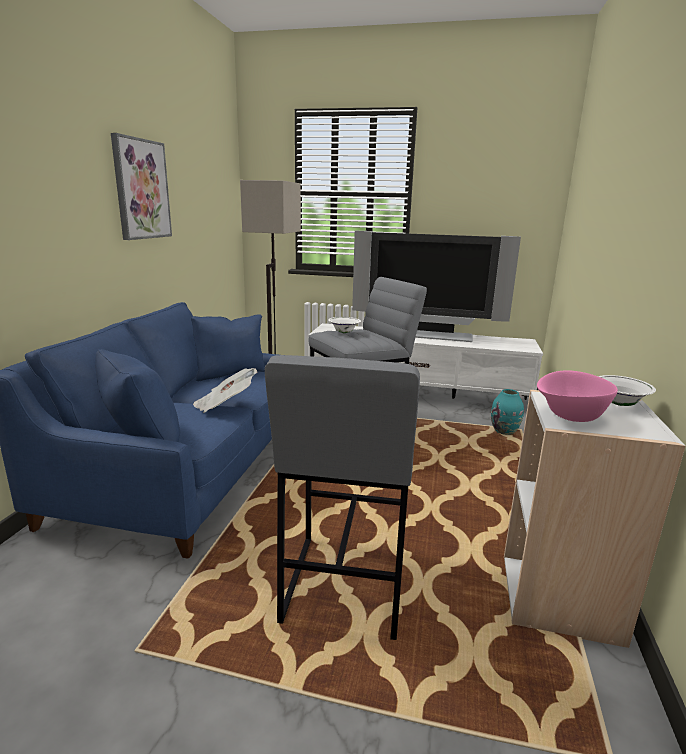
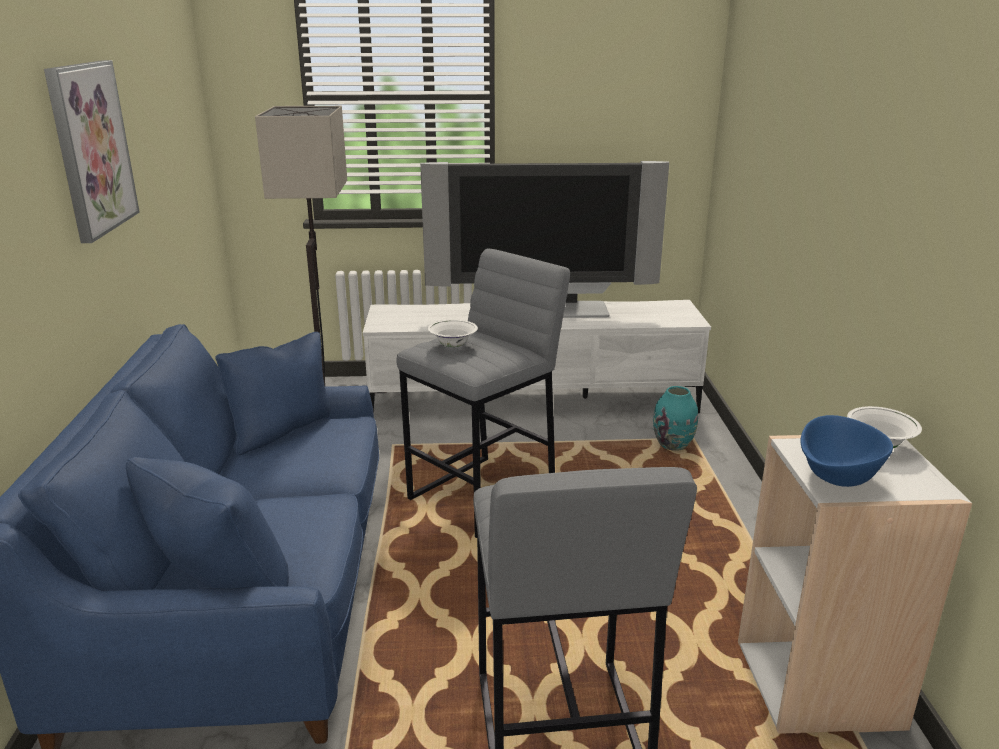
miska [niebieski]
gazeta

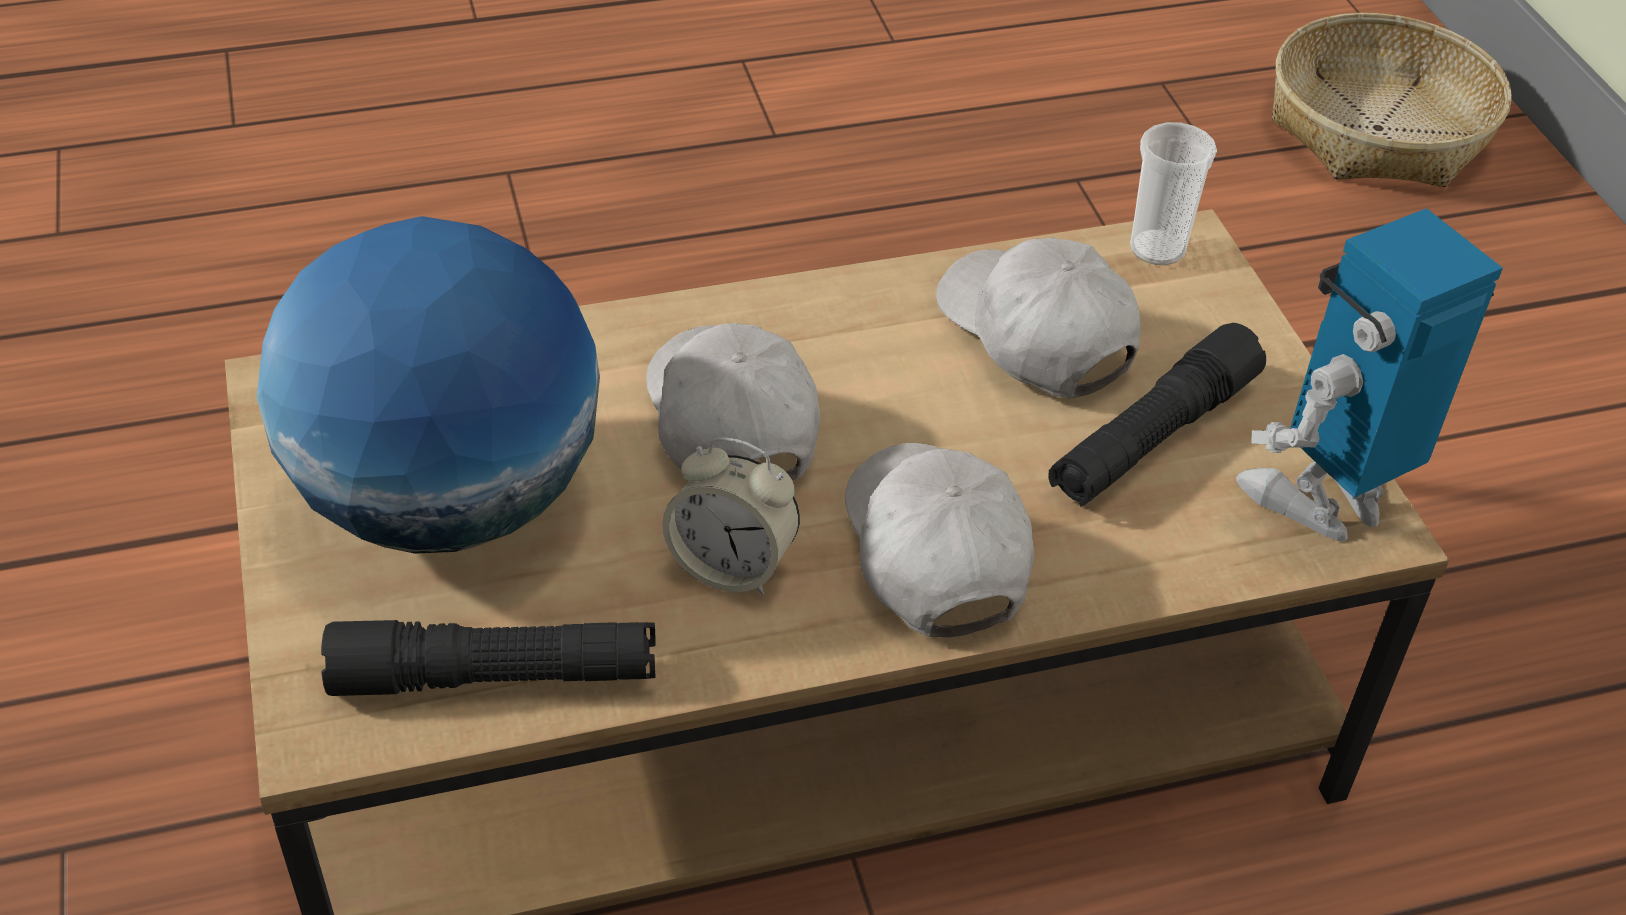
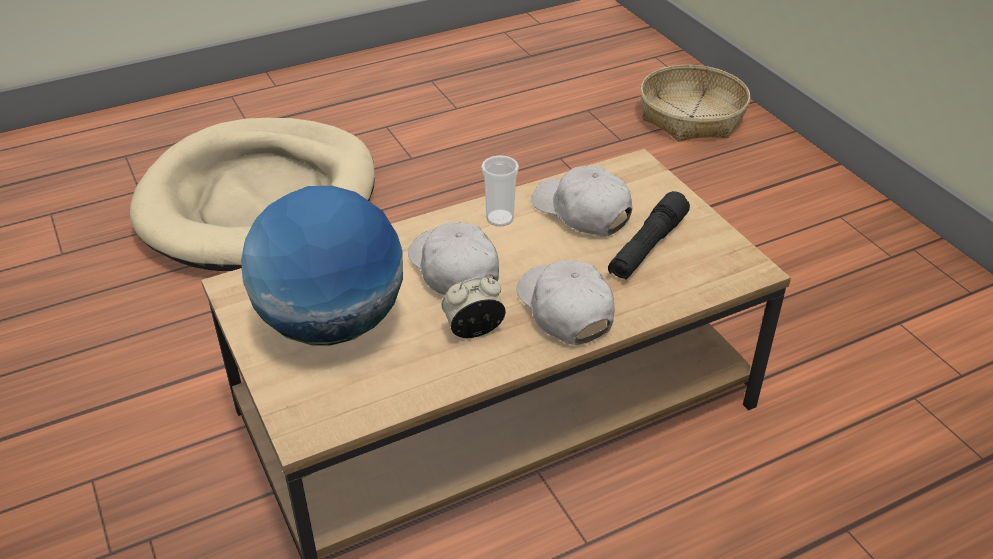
legowisko [beżowy]
budzik
filiżanka
latarka [czarny] (no. 1 from left in the first image)
robot zabawkowy

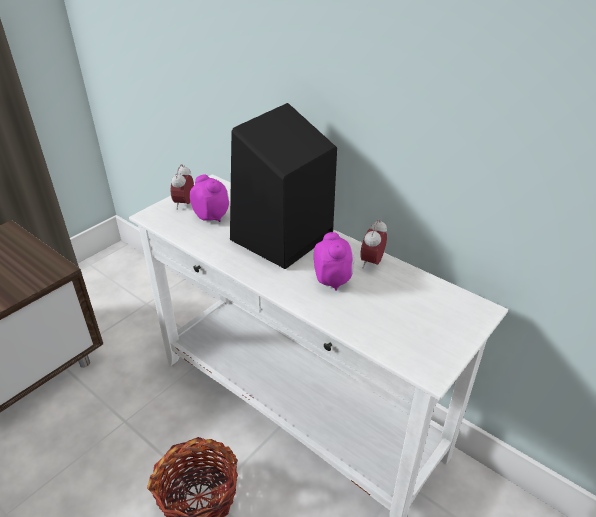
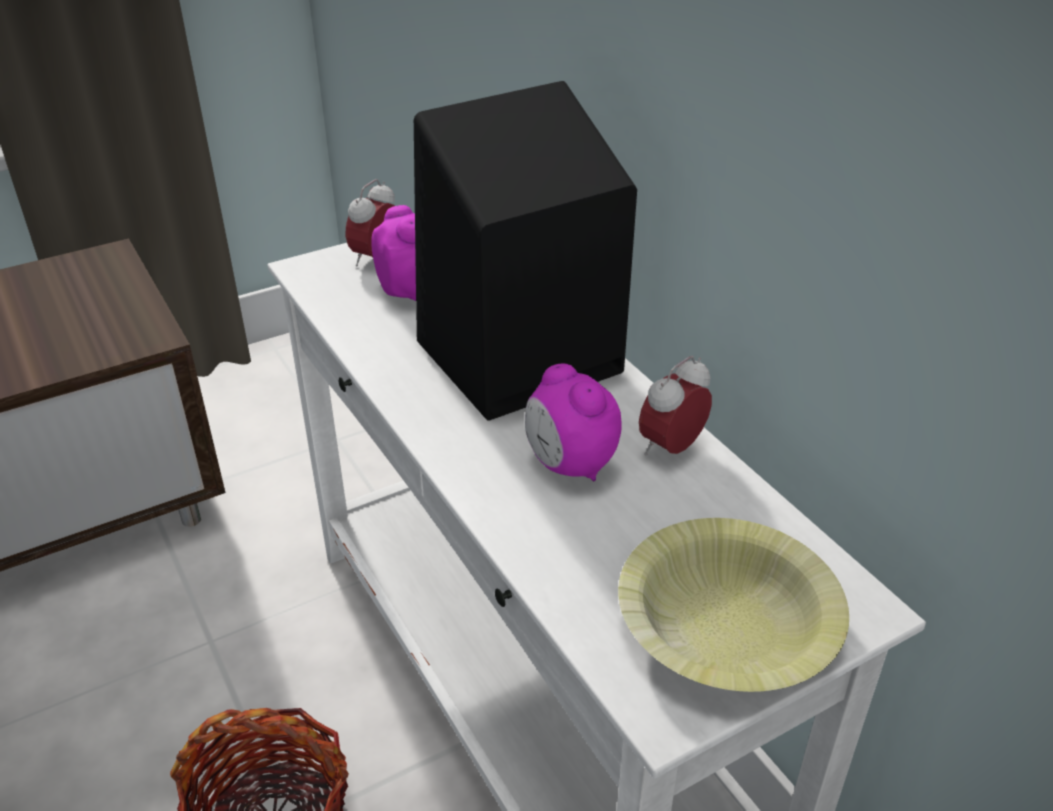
budzik (no. 3 from left)
miska [żółty]

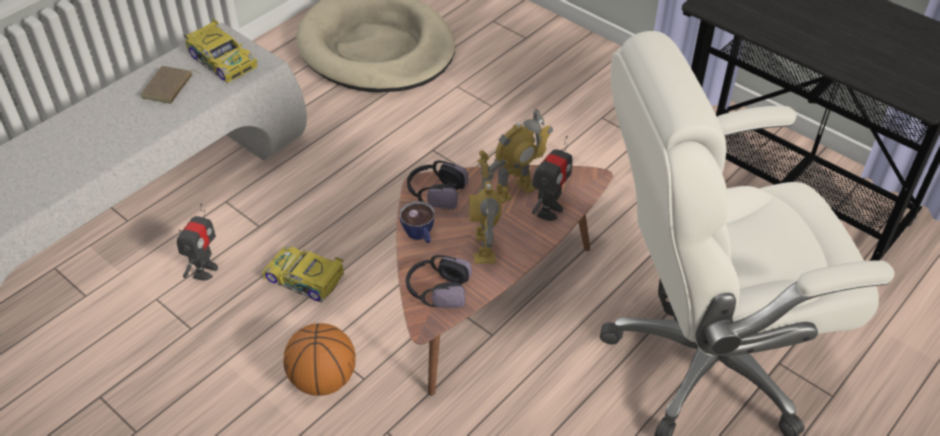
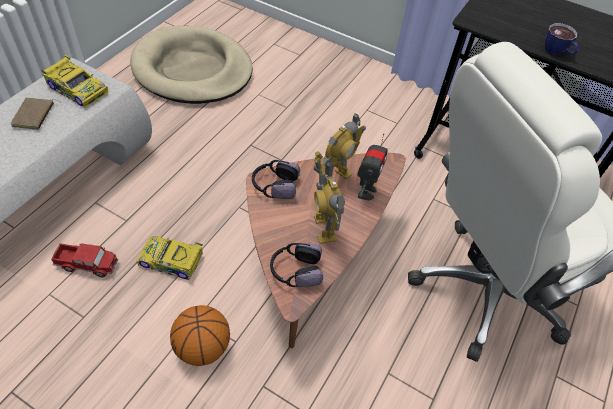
ciężarówka zabawkowa
filiżanka

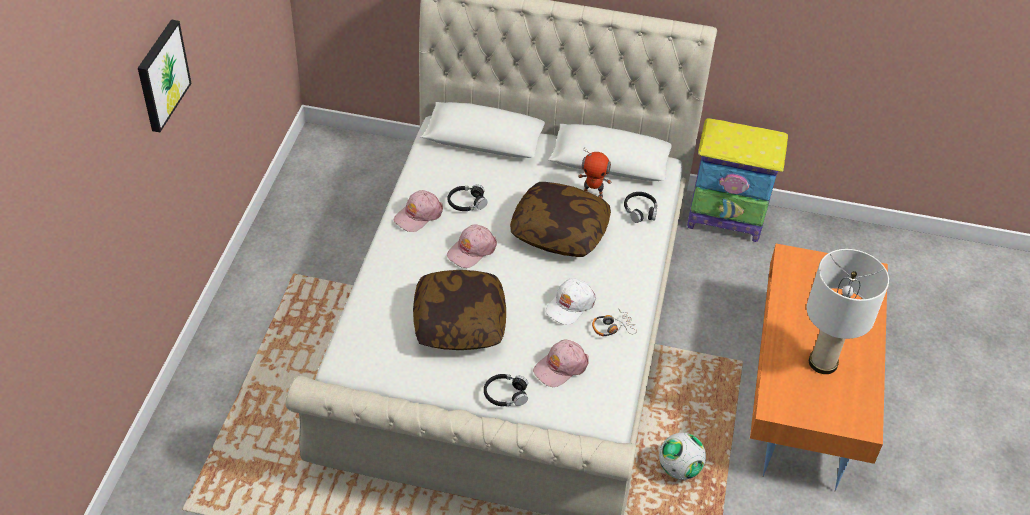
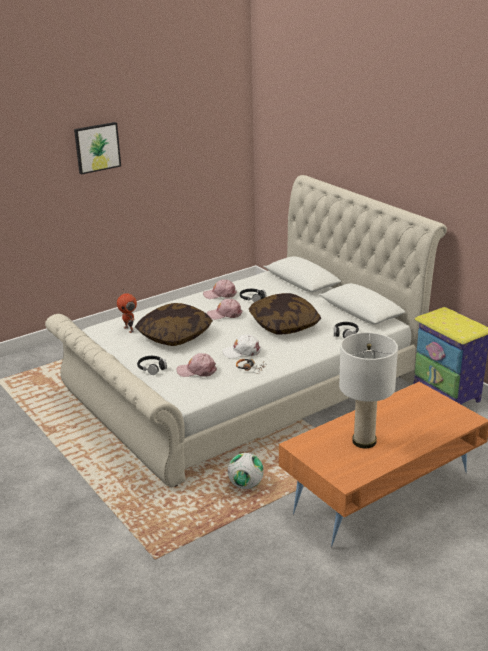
robot zabawkowy

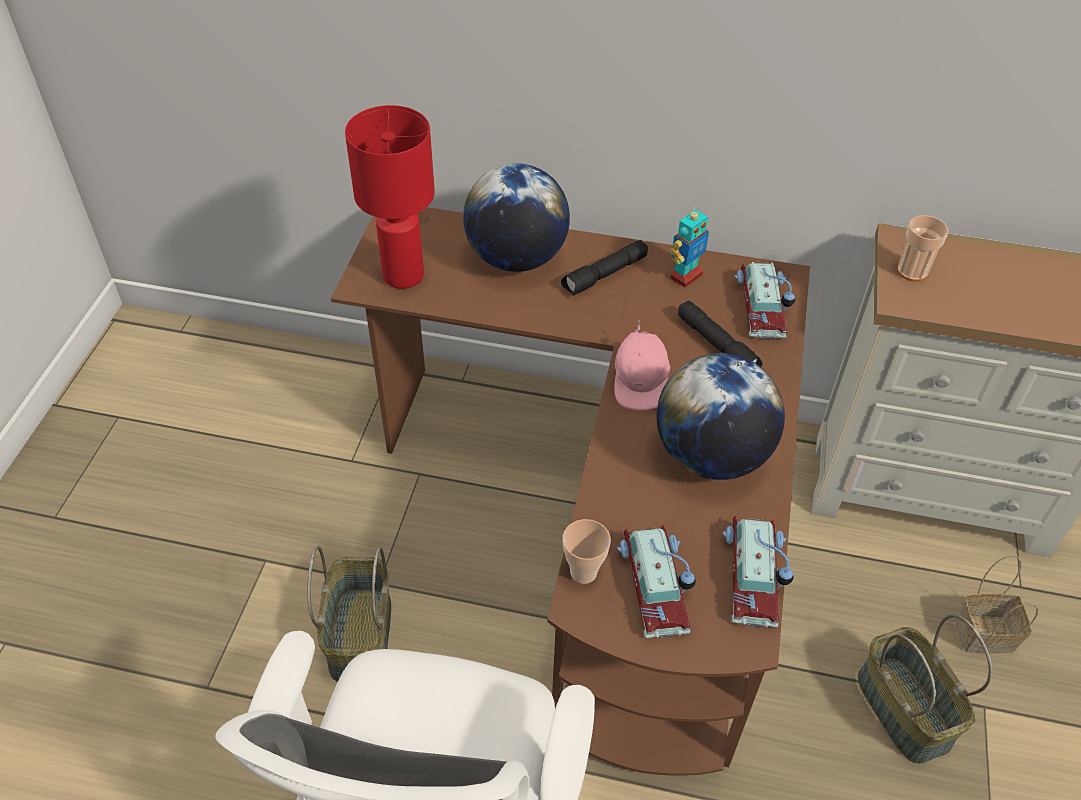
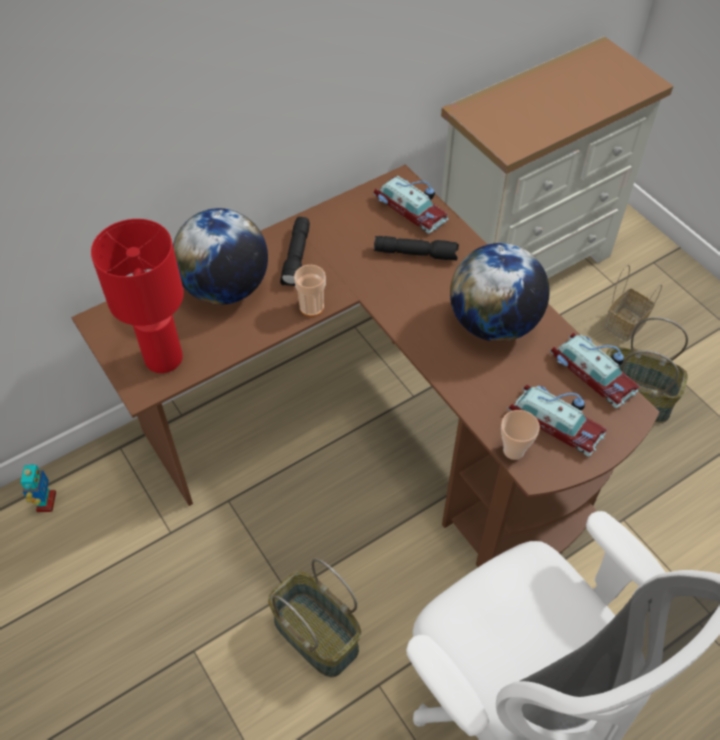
robot zabawkowy
filiżanka (no. 1 from left)
czapka z daszkiem [różowy]

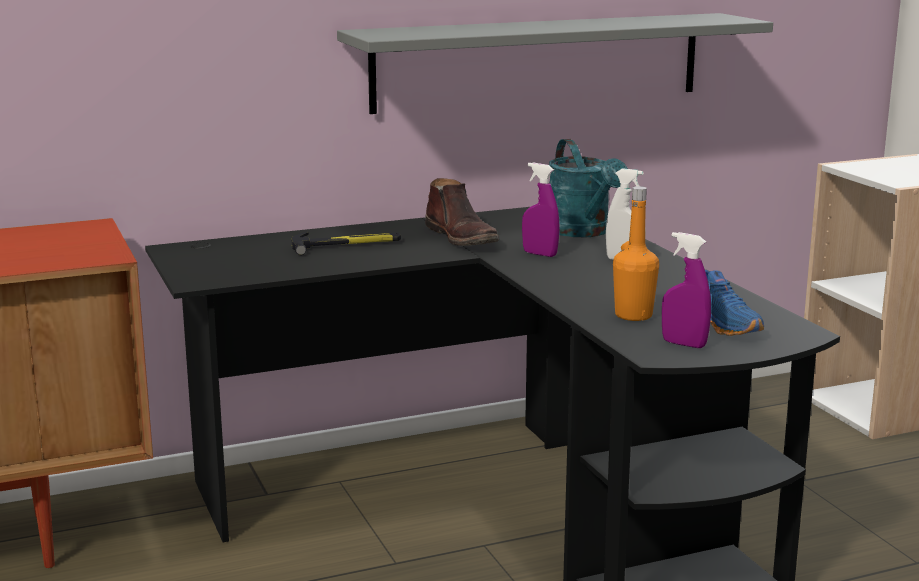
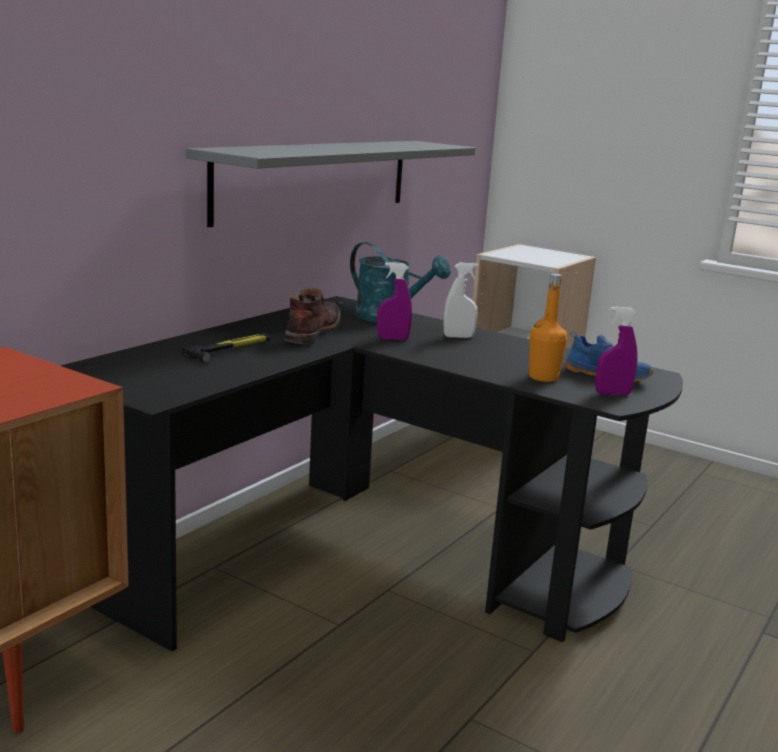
but z cholewką [brązowy]

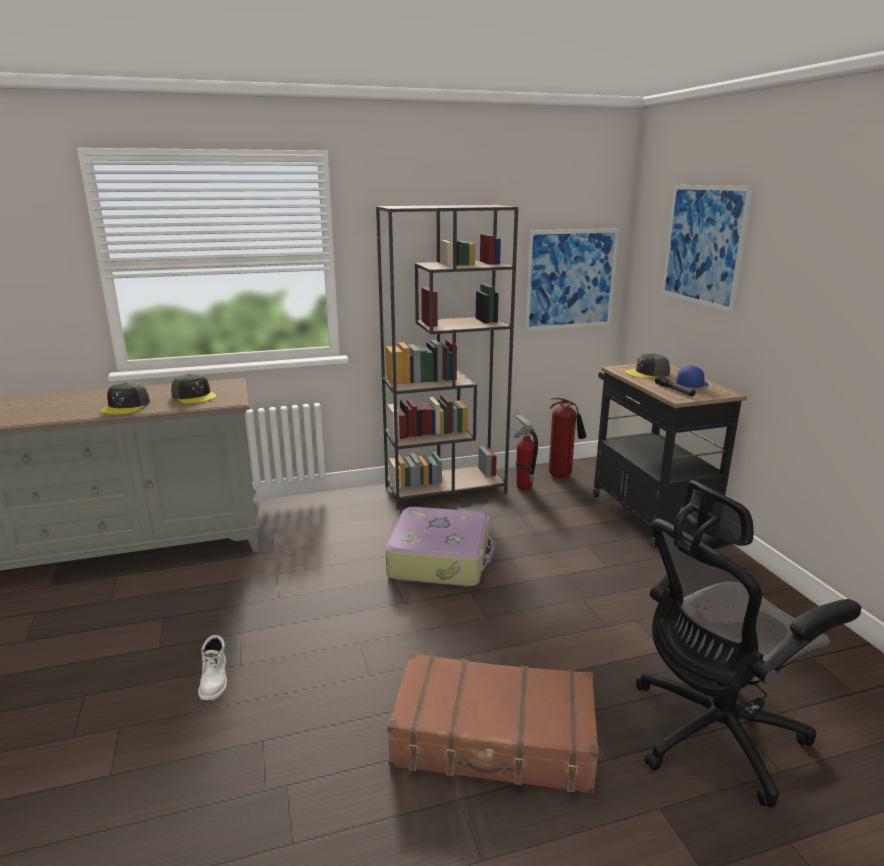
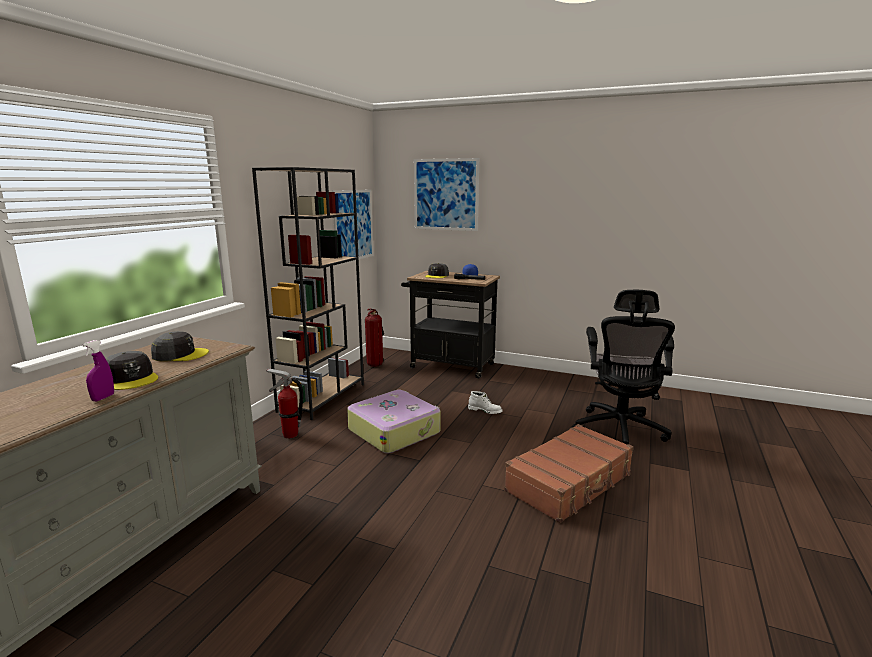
spryskiwacz [fioletowy]
gaśnica (no. 1 from left)
but z cholewką [biały]

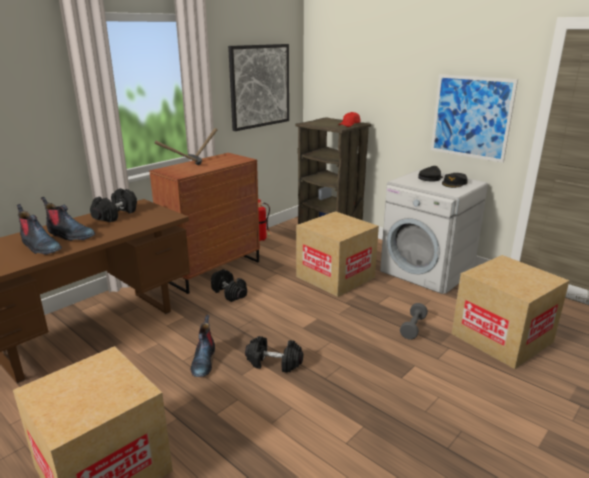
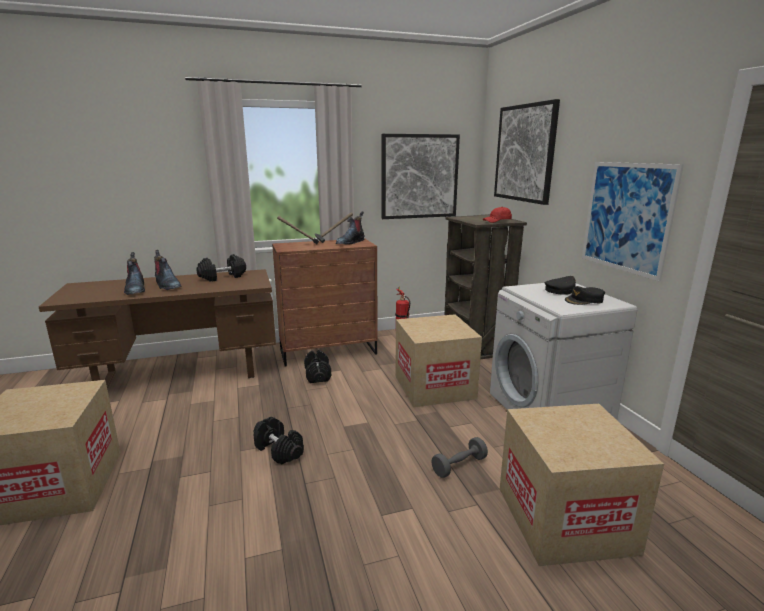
but z cholewką (no. 3 from left)
obraz (no. 2 from left)

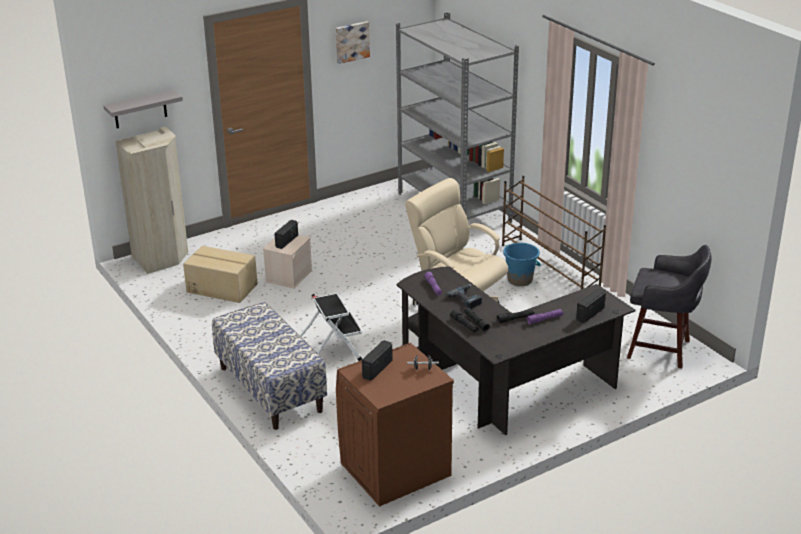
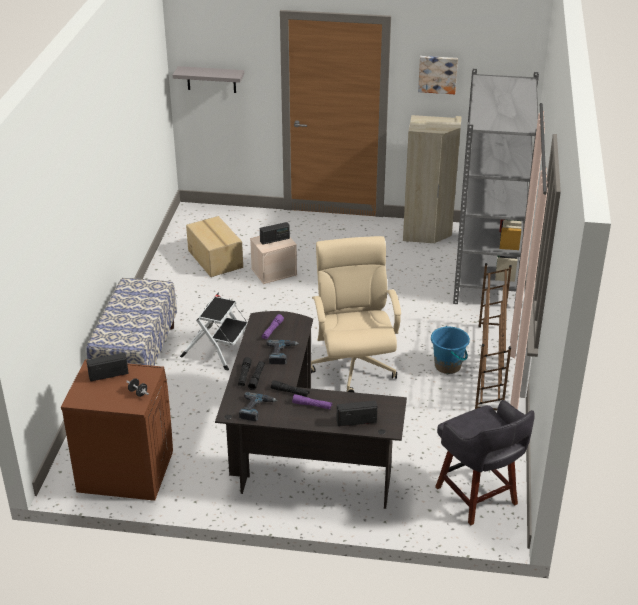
wiertarka (no. 1 from left)
szafka [beżowy]

